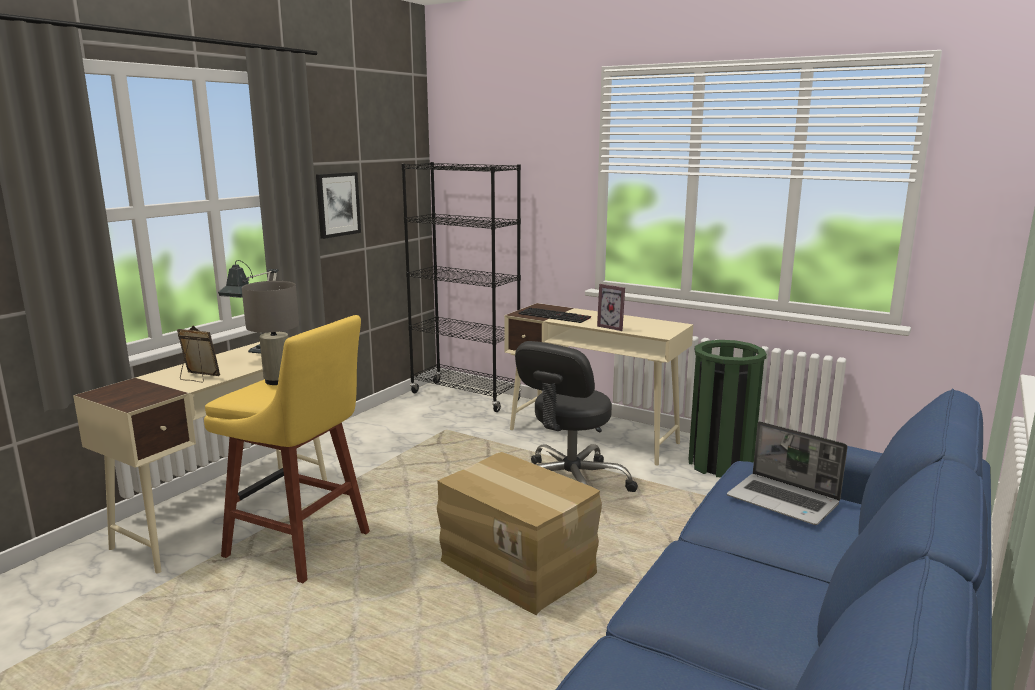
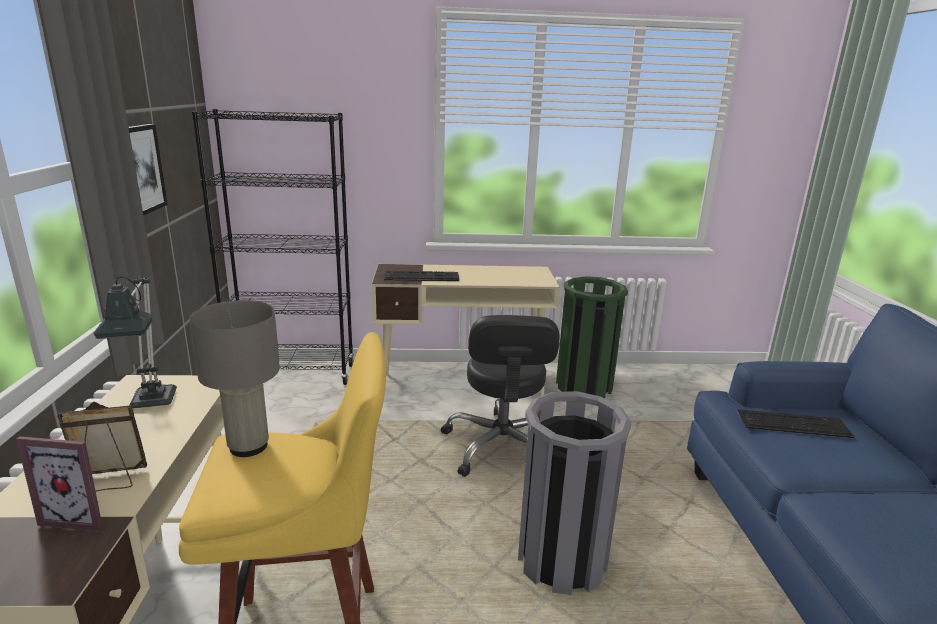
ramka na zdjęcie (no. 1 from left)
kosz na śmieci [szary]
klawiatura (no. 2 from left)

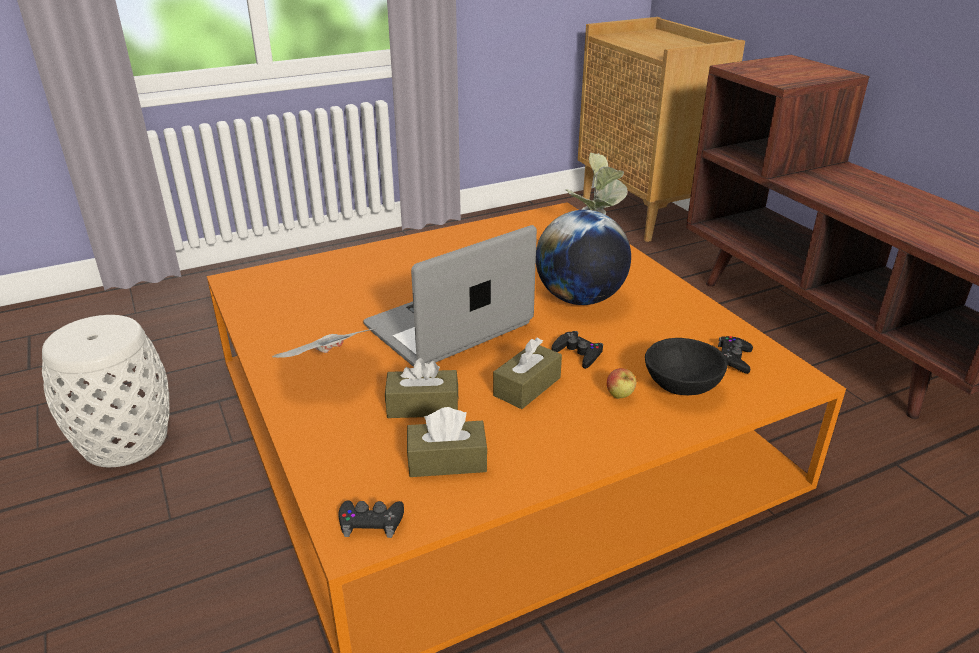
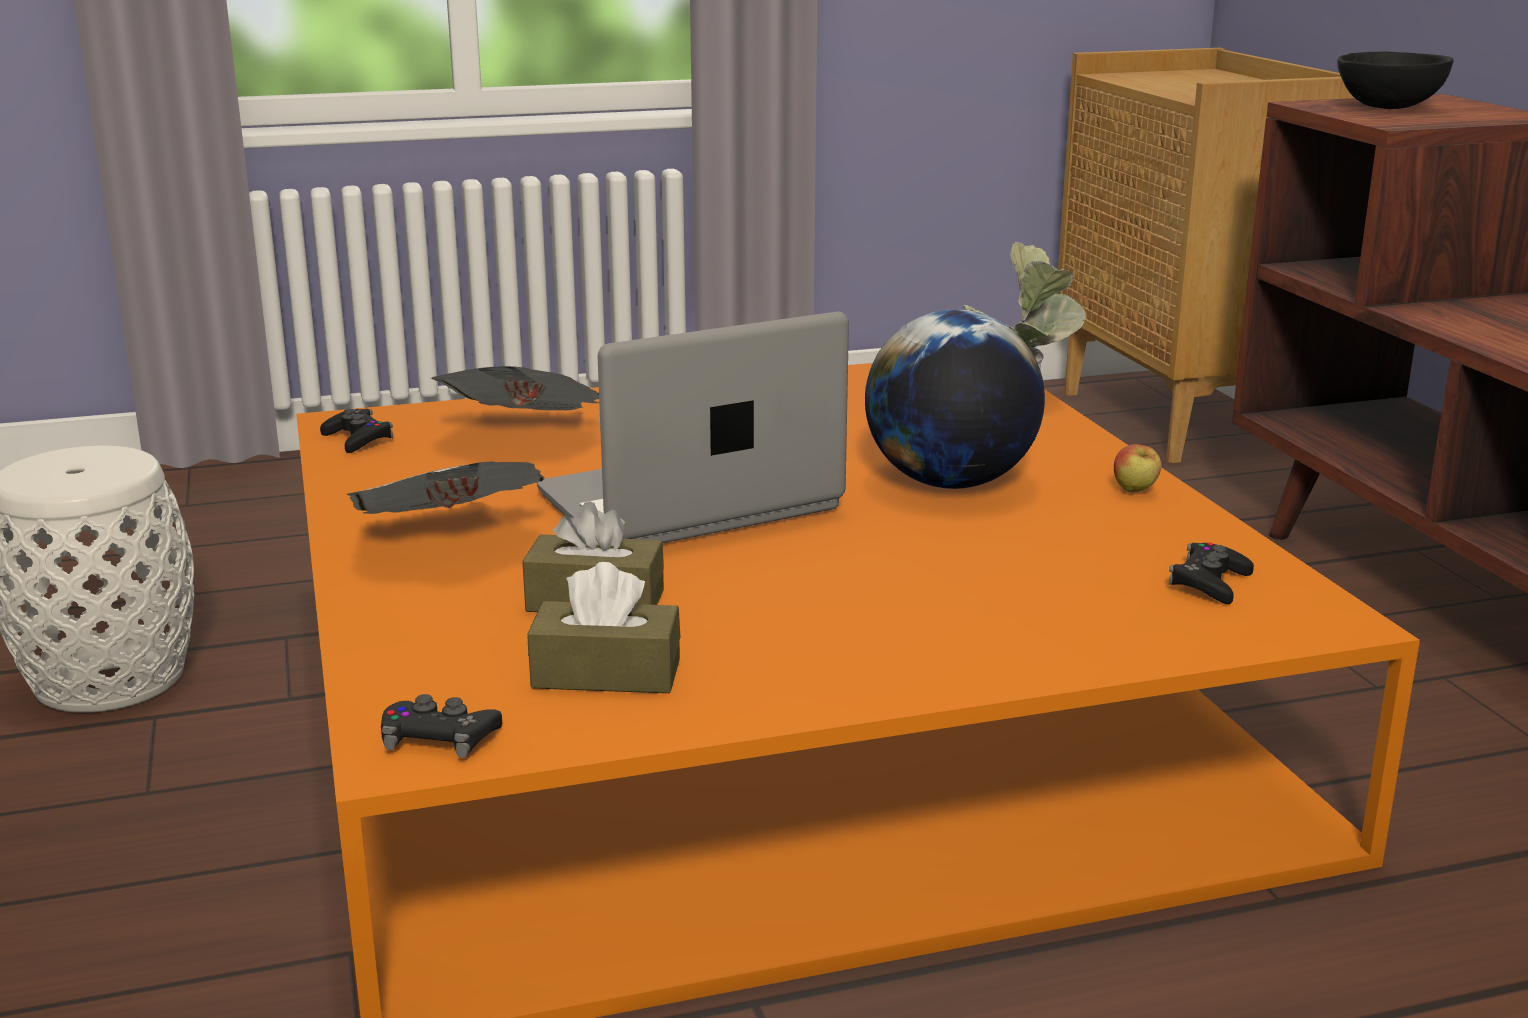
pad do gier [czarny] (no. 1 from left)
gazeta (no. 2 from left)
jabłko
miska [czarny]
pudełko chusteczek [brązowy] (no. 3 from left in the first image)

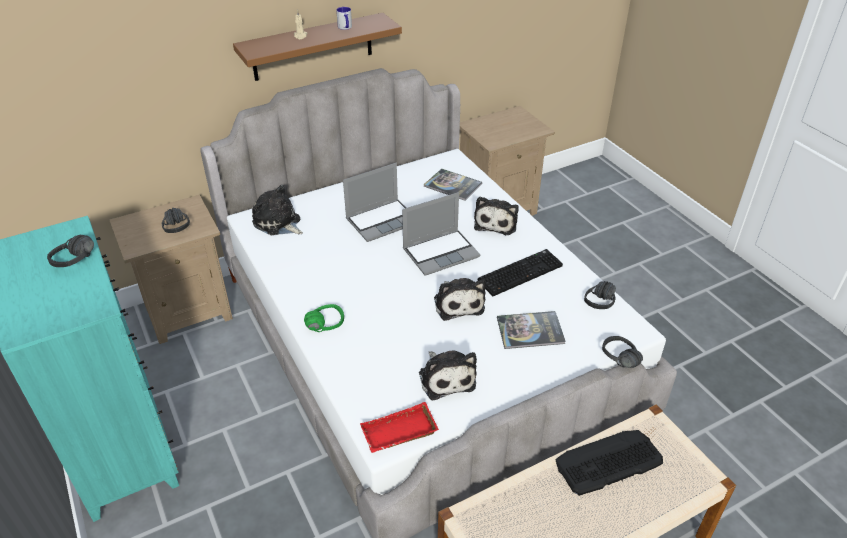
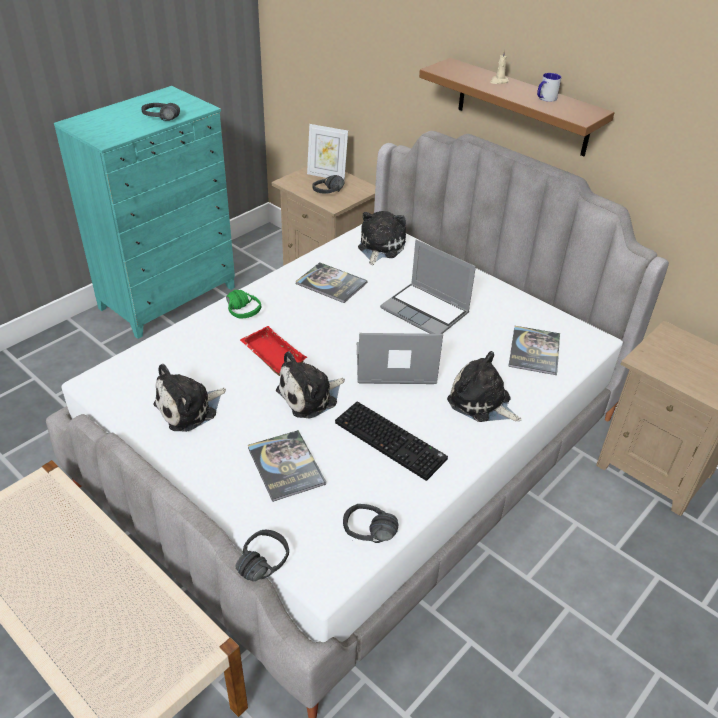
taca [czerwony]
książka (no. 2 from left)
ramka na zdjęcie
laptop (no. 1 from left)
pluszak (no. 4 from left)
klawiatura (no. 2 from left in the first image)

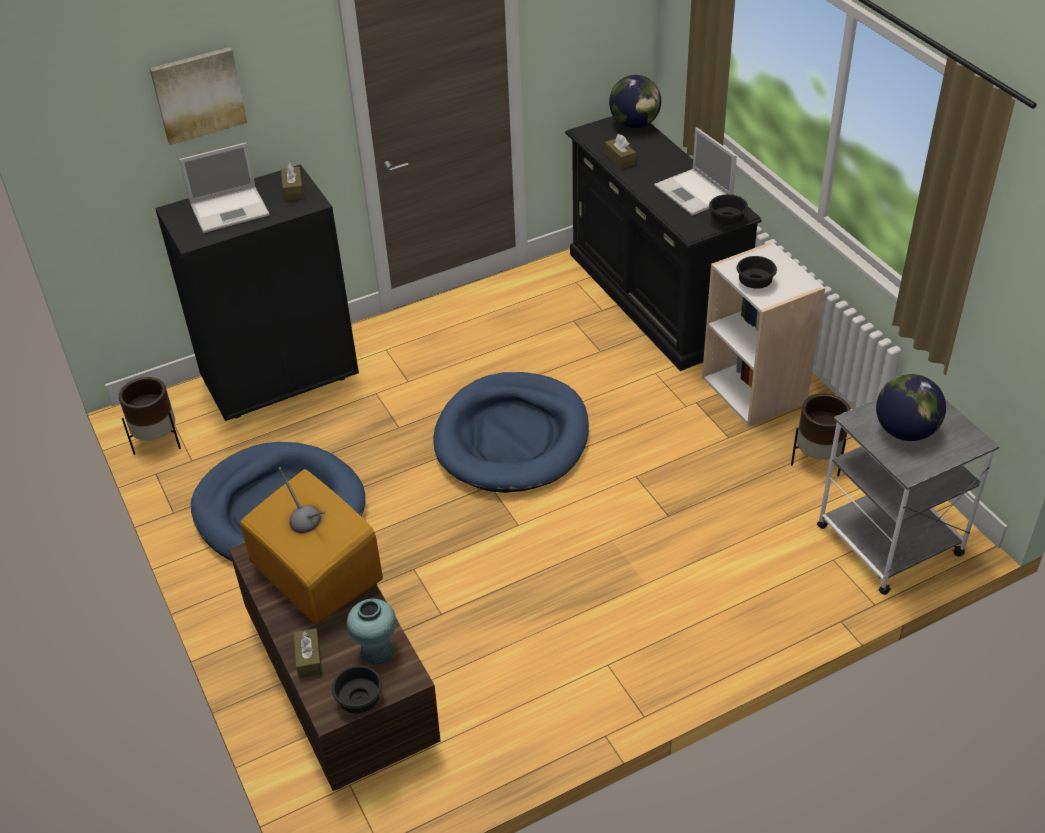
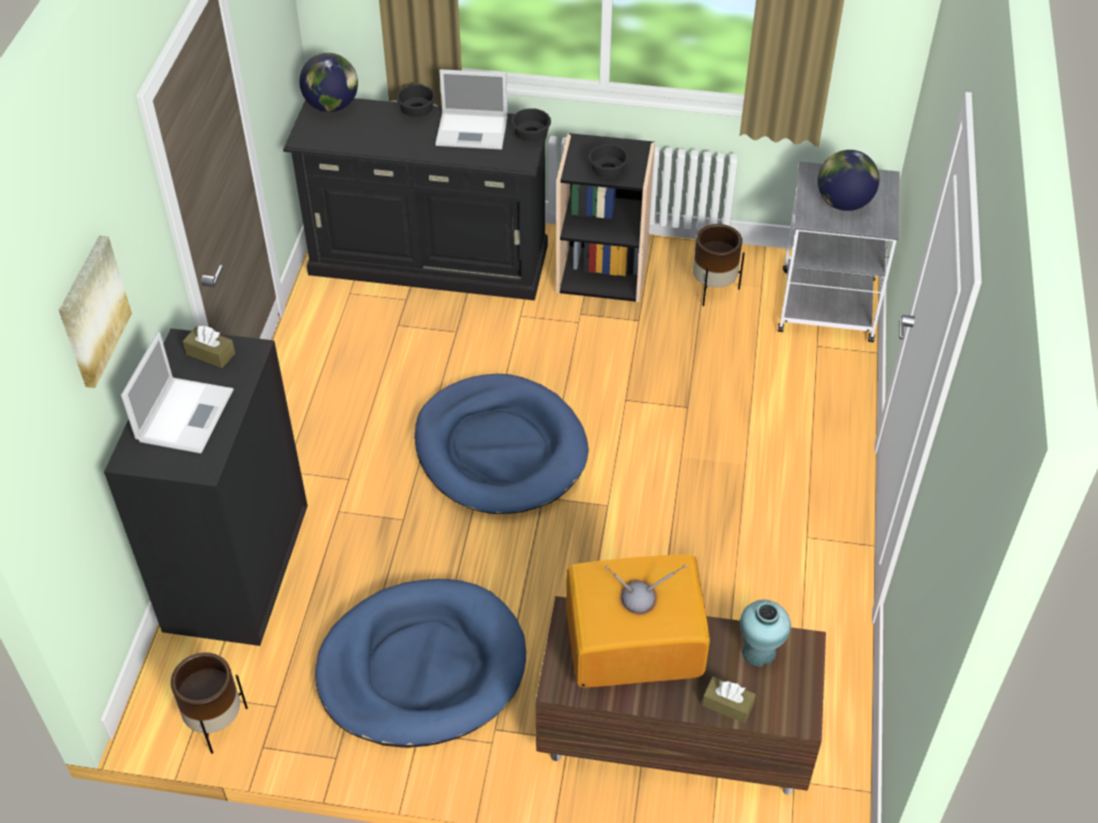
miska [czarny] (no. 1 from left)
regał [czarny]
pudełko chusteczek [brązowy] (no. 3 from left in the first image)

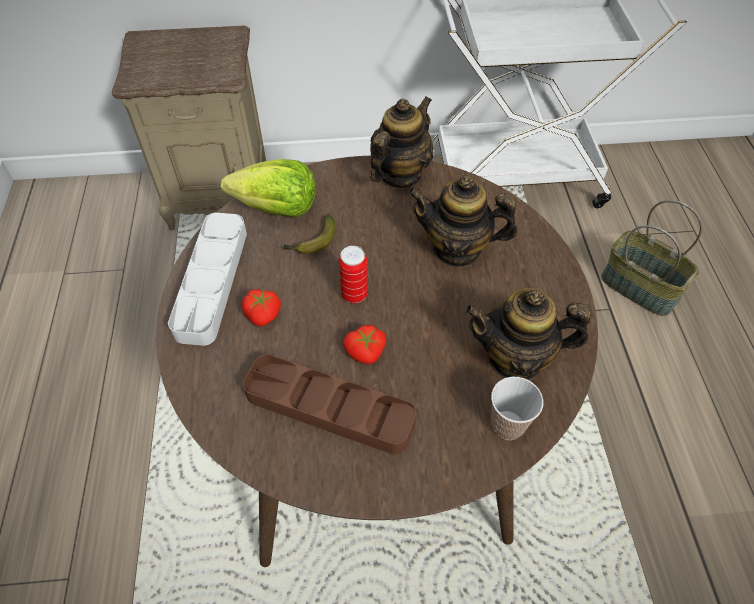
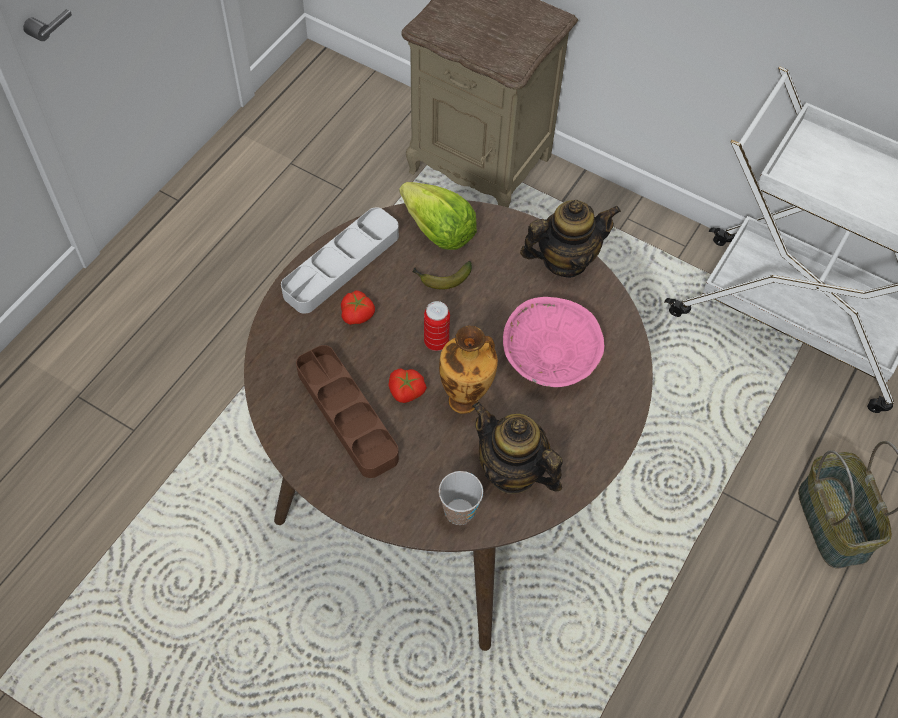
wazon
miska [różowy]

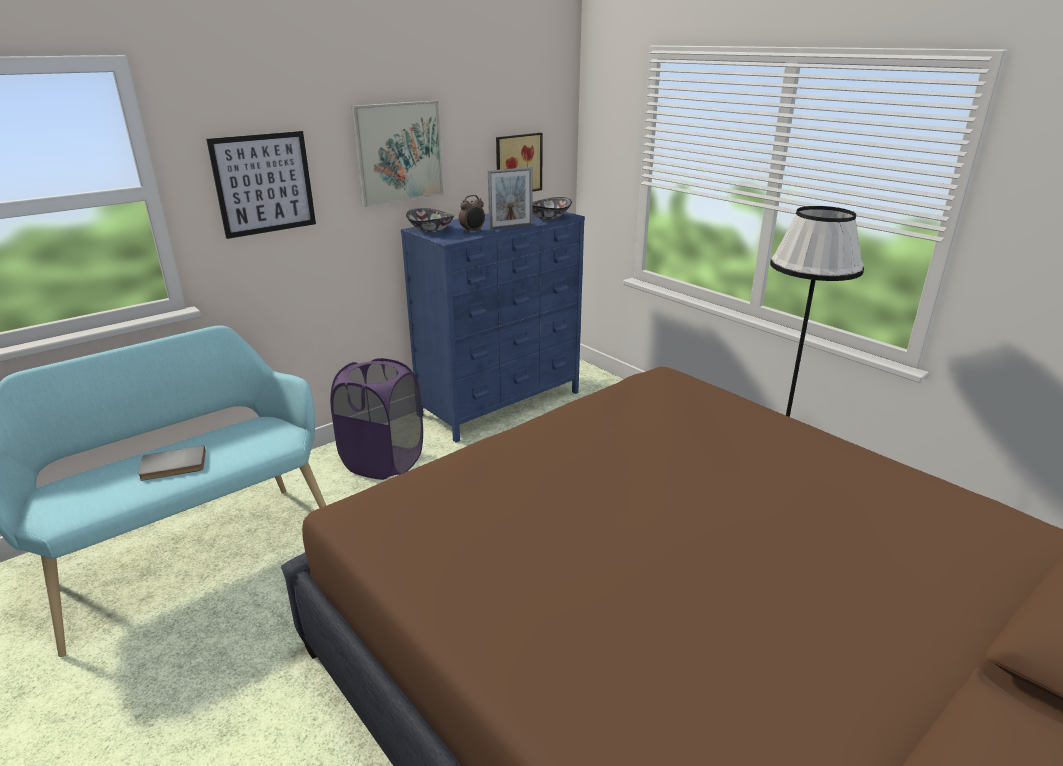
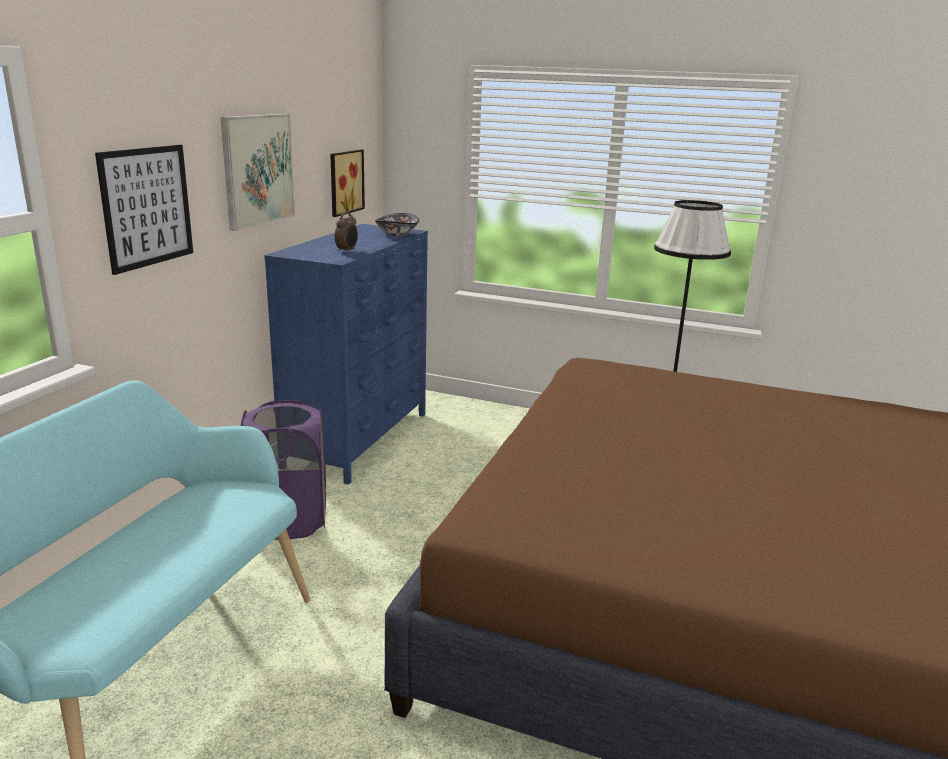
książka [szary]
miska (no. 1 from left in the first image)
ramka na zdjęcie

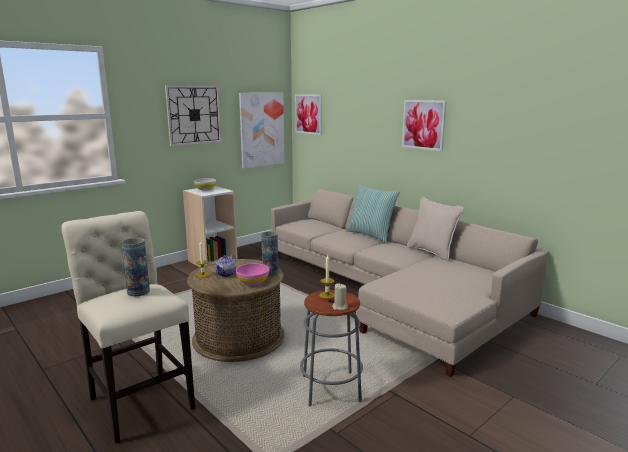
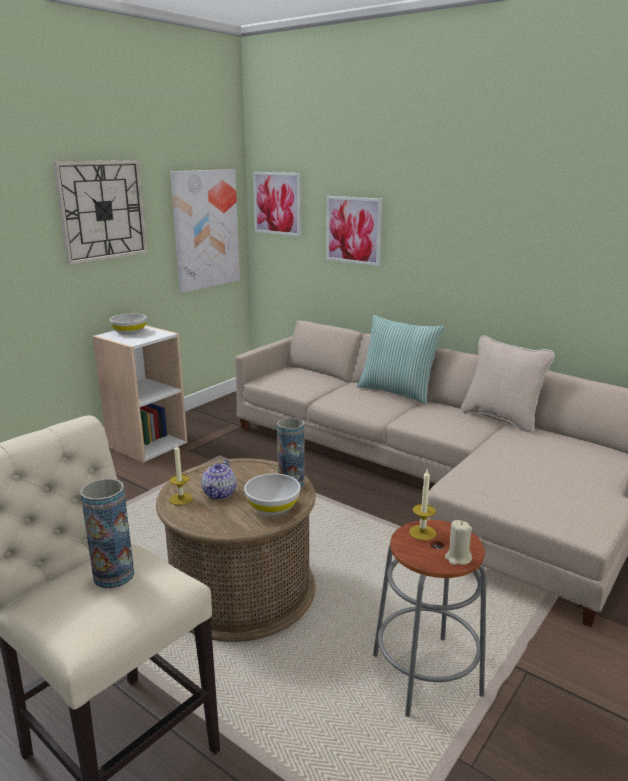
miska [biały] (no. 2 from left)
obraz (no. 3 from left)

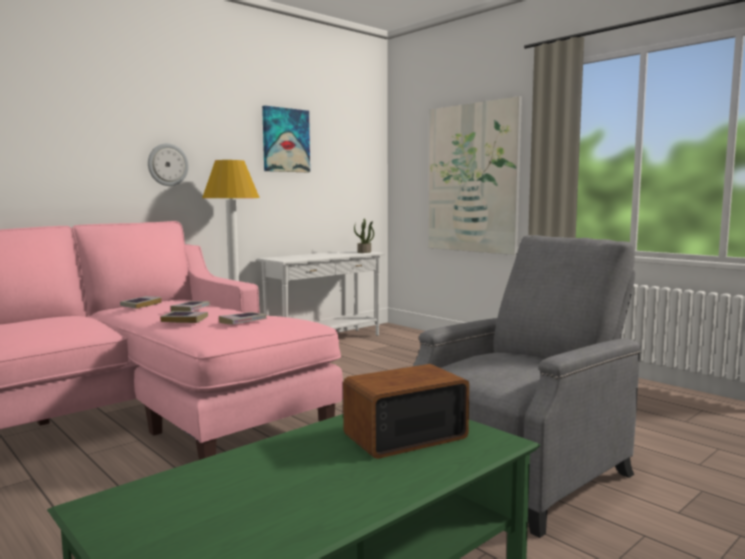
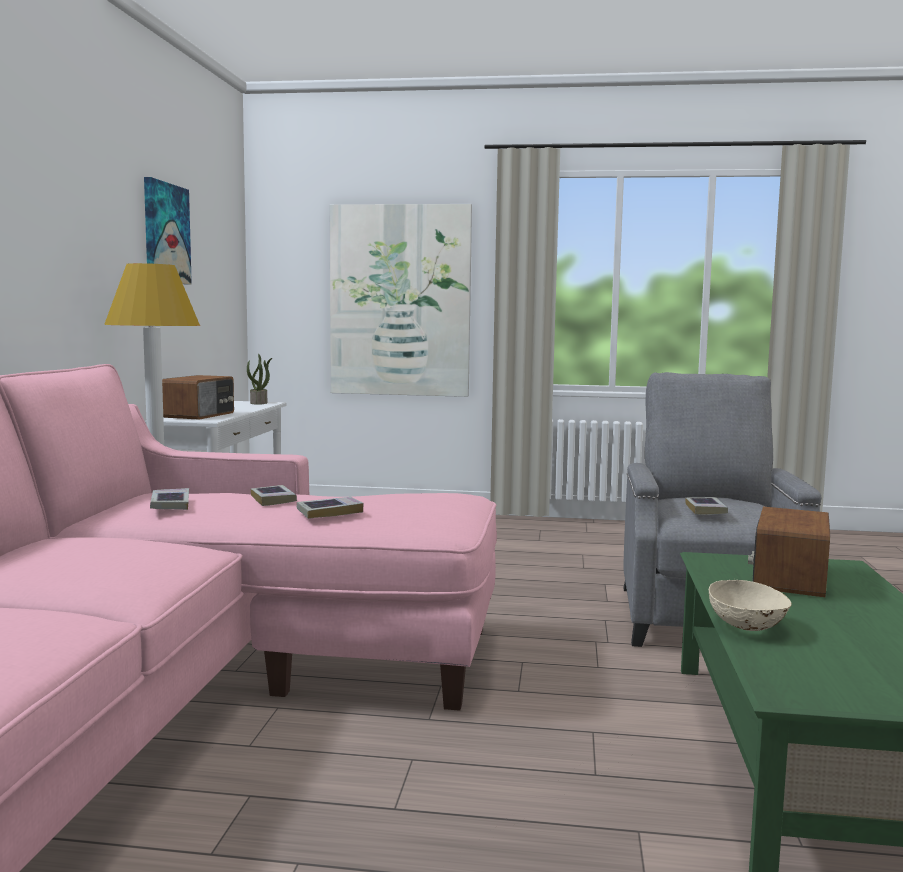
radio (no. 1 from left)
książka (no. 4 from left)
miska [beżowy]
zegar ścienny

